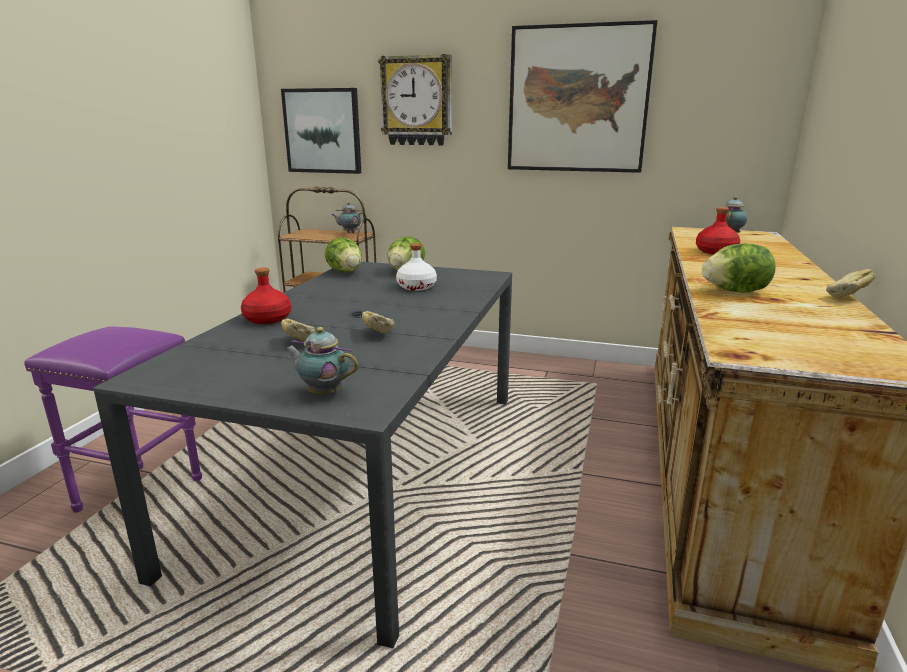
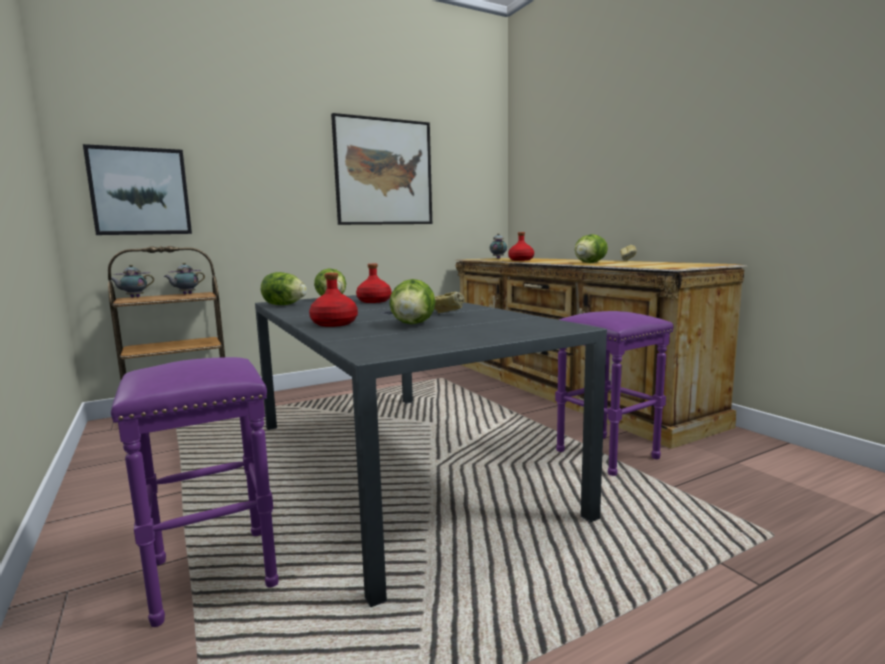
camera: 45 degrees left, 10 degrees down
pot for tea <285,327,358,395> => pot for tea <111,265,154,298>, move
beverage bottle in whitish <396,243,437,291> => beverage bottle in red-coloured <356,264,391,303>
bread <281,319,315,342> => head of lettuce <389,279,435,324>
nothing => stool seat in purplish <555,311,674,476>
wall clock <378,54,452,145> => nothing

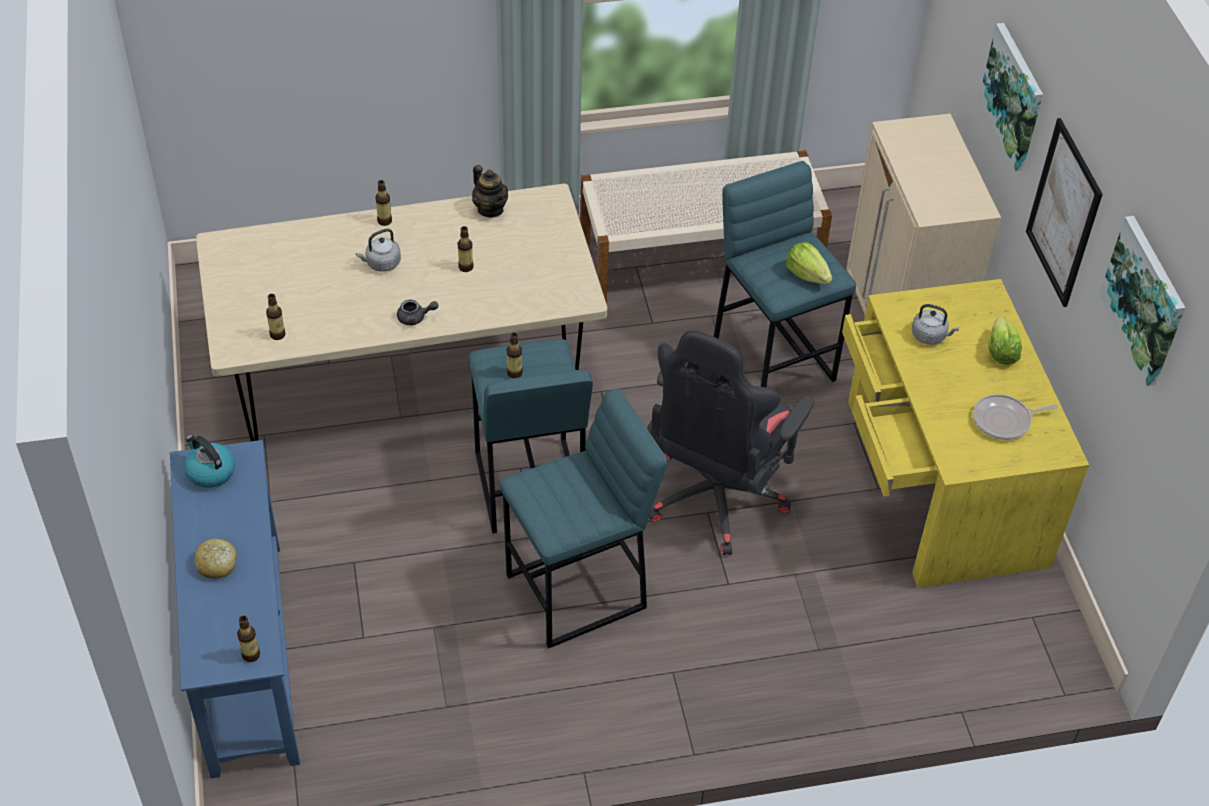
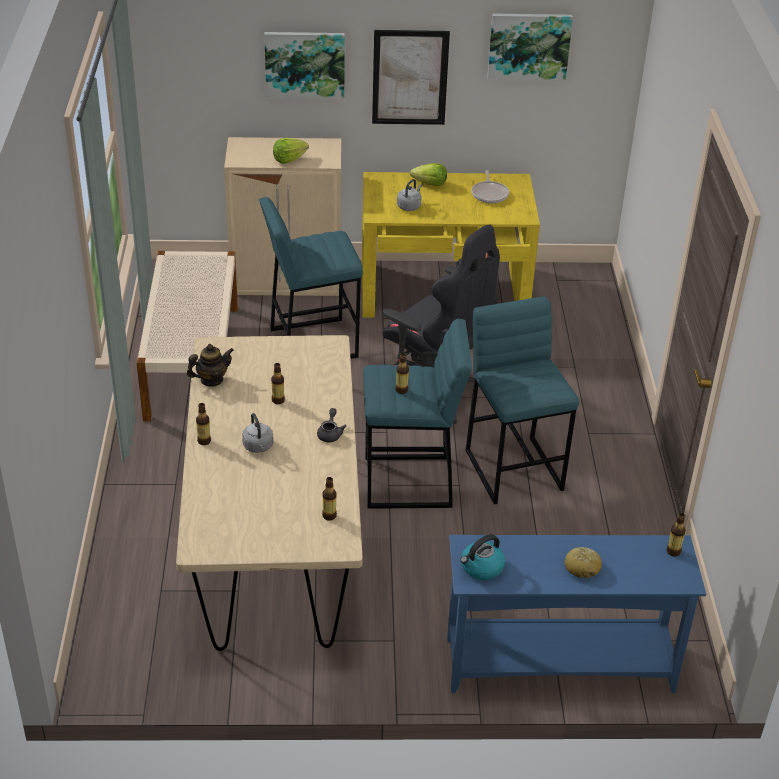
camera: 80 degrees left, 10 degrees down
head of lettuce <786,242,832,284> => head of lettuce <273,138,309,164>, move

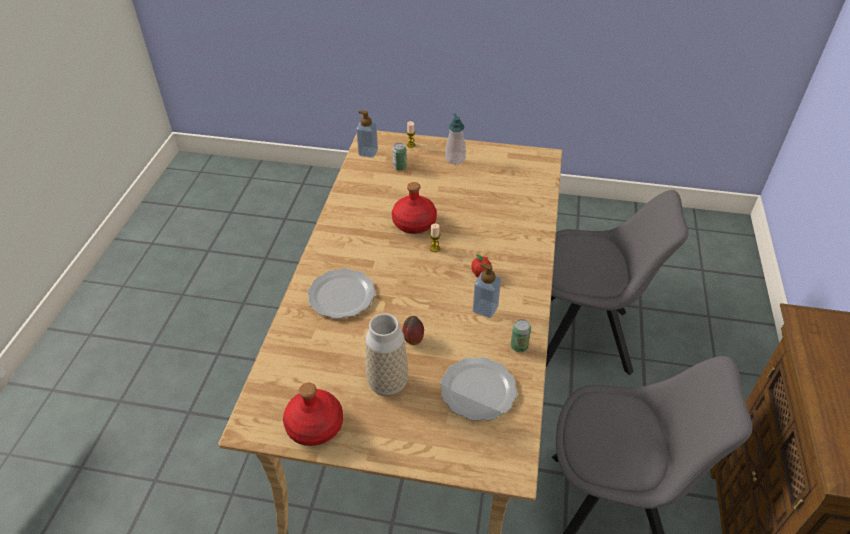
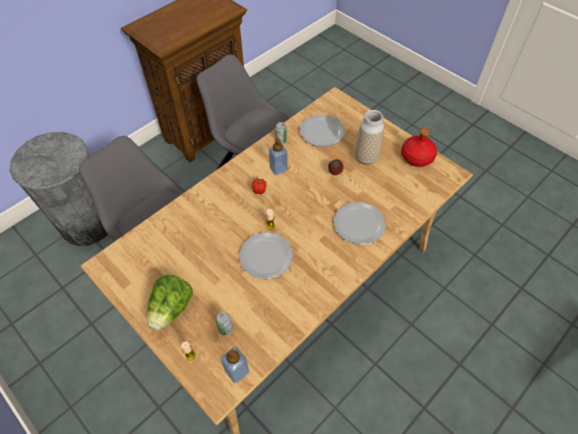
camera: 145 degrees left, 10 degrees up
nothing => trash can in greyish <9,132,108,246>
soap dispenser <445,114,466,164> => head of lettuce <147,275,193,330>
beverage bottle in red-coloured <392,182,437,234> => dinner plate <239,232,293,279>

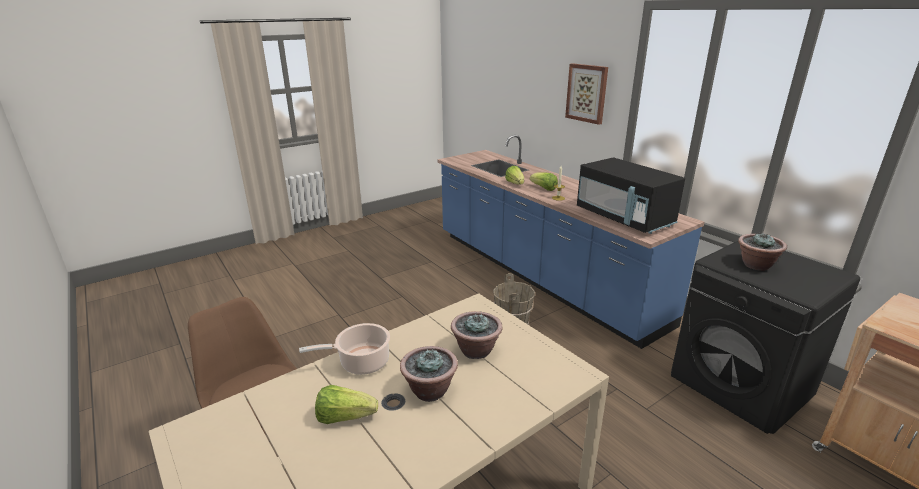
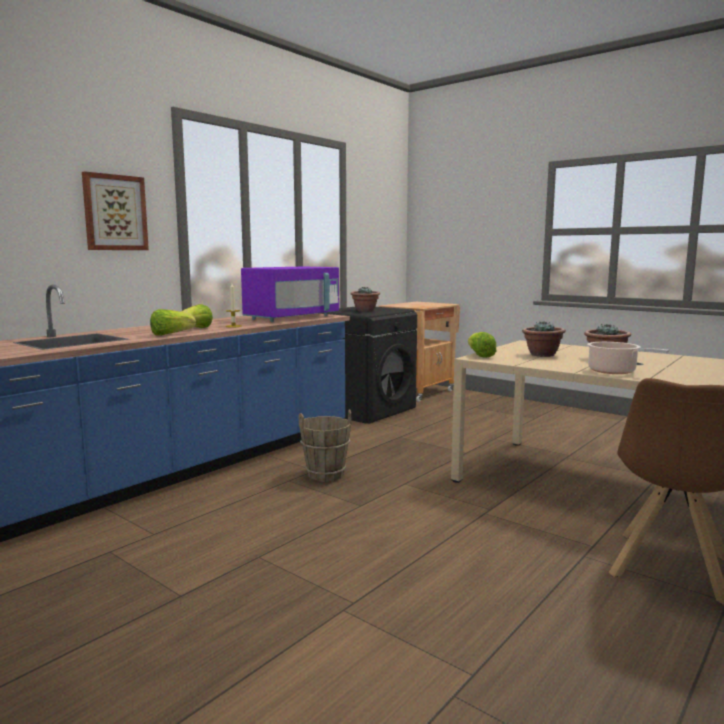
camera: 105 degrees left, 15 degrees down
microwave in black <577,157,685,234> => microwave in purplish <241,267,339,322>
head of lettuce <315,385,378,424> => head of lettuce <468,332,496,358>, move

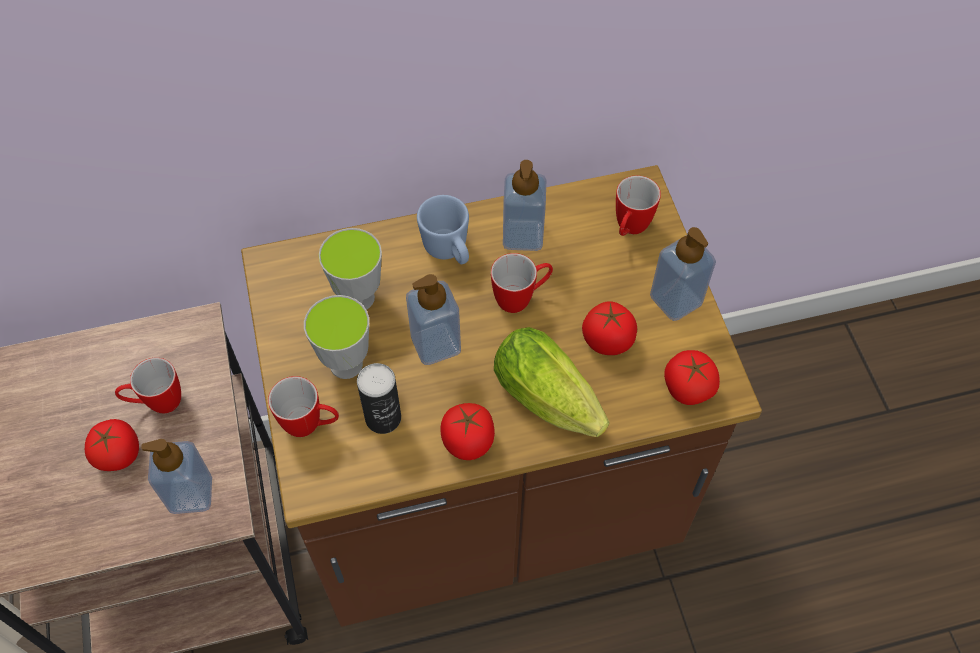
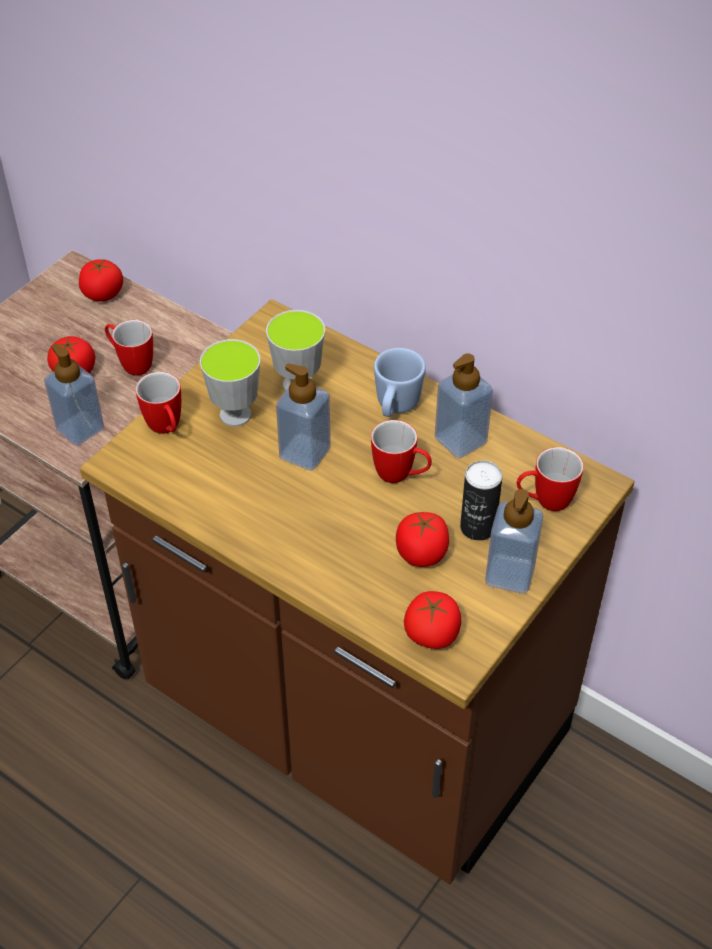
camera: 50 degrees right, 10 degrees down
fresh tomato <440,403,495,460> => fresh tomato <79,259,123,301>, move
metal can <357,363,401,434> => metal can <460,460,503,541>, move
head of lettuce <494,327,610,437> => nothing

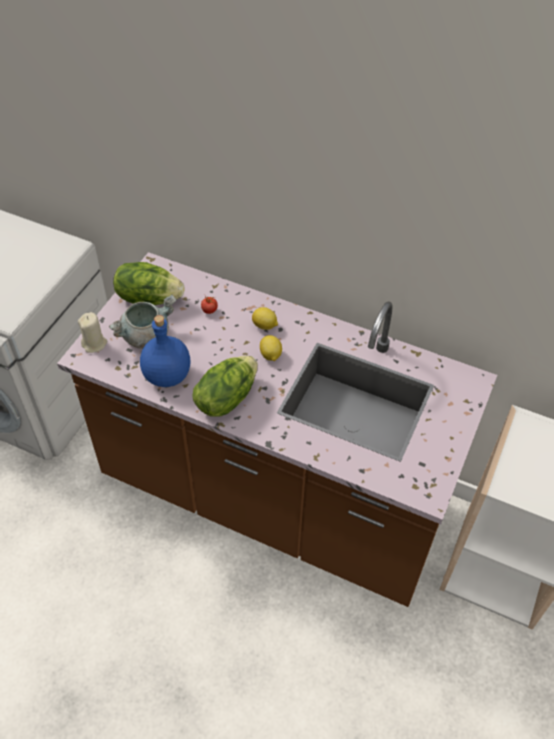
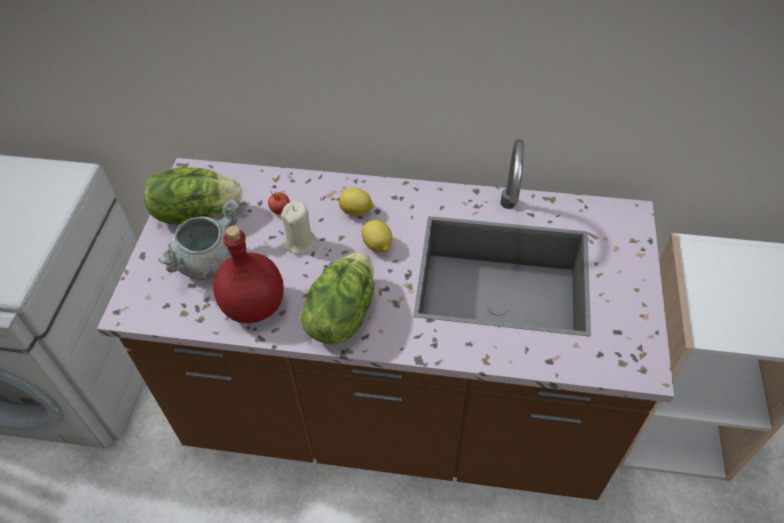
camera: 15 degrees left, 0 degrees up
beverage bottle in blue-coloured <140,315,190,387> => beverage bottle in red-coloured <213,225,284,323>
wax candle in beige <78,312,107,353> => wax candle in beige <281,200,315,255>, move

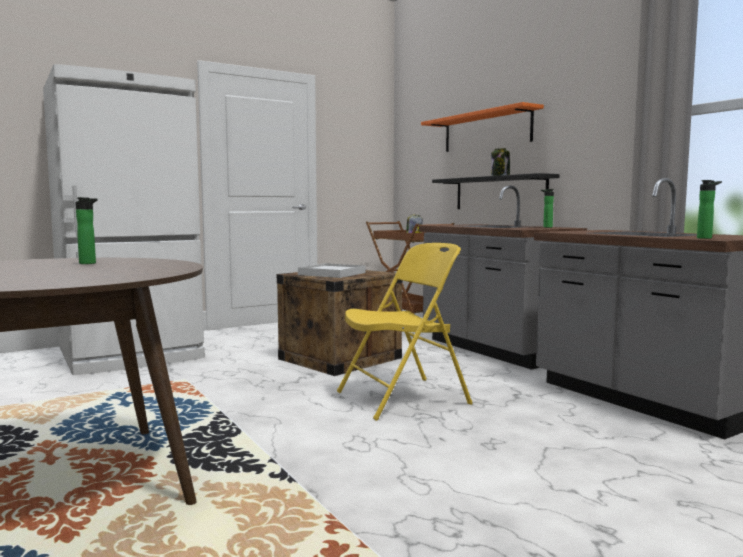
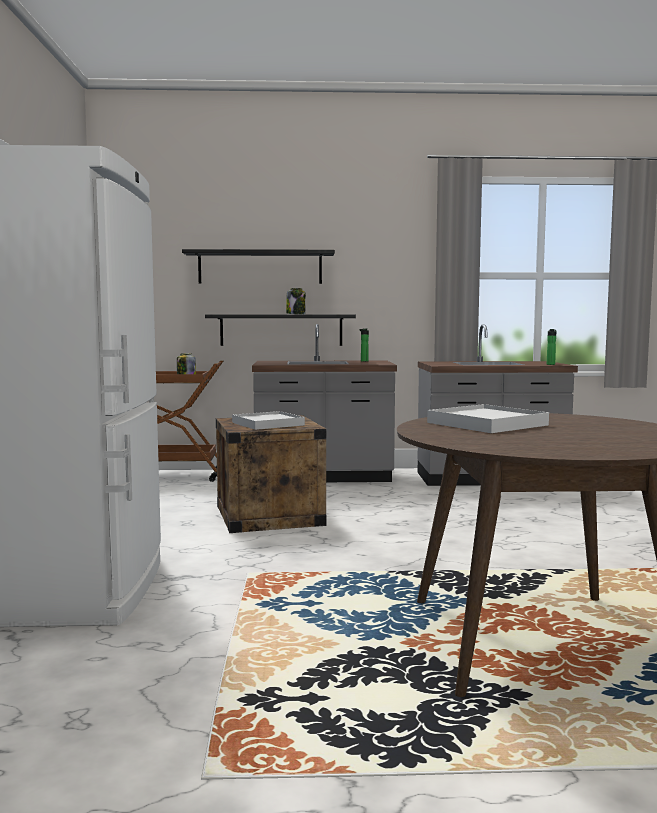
camera: 60 degrees left, 0 degrees up
shelf in orangey <421,102,544,152> => shelf in black <182,249,335,284>
beverage bottle <75,197,98,264> => serving tray in whitish <427,404,549,433>
chair in yellow <337,243,472,421> => nothing

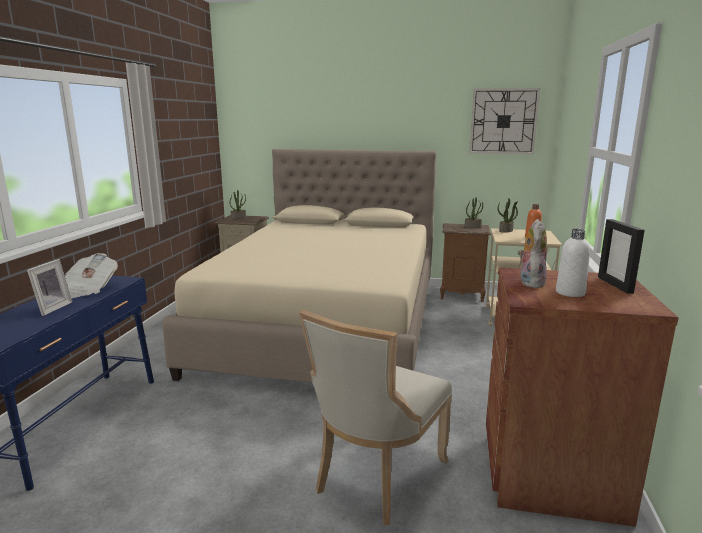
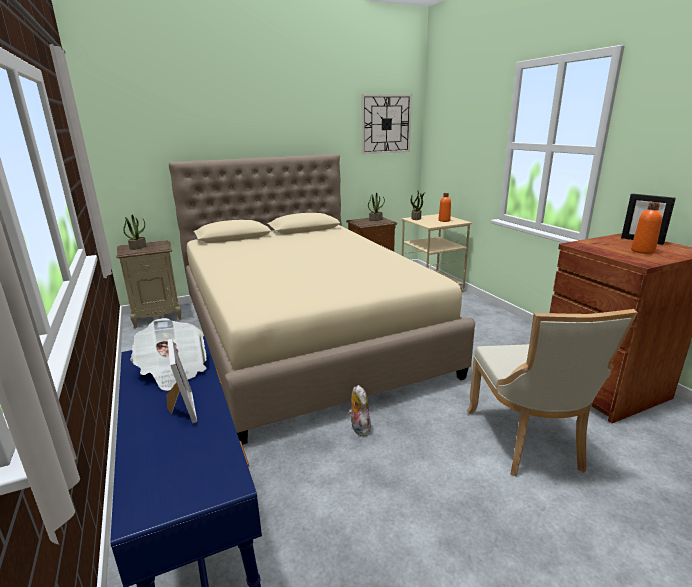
camera: 35 degrees left, 5 degrees up
cuddly toy <518,219,547,288> => cuddly toy <348,385,373,436>, move
beverage bottle in whitish <556,229,590,297> => beverage bottle in orangey <631,202,662,254>

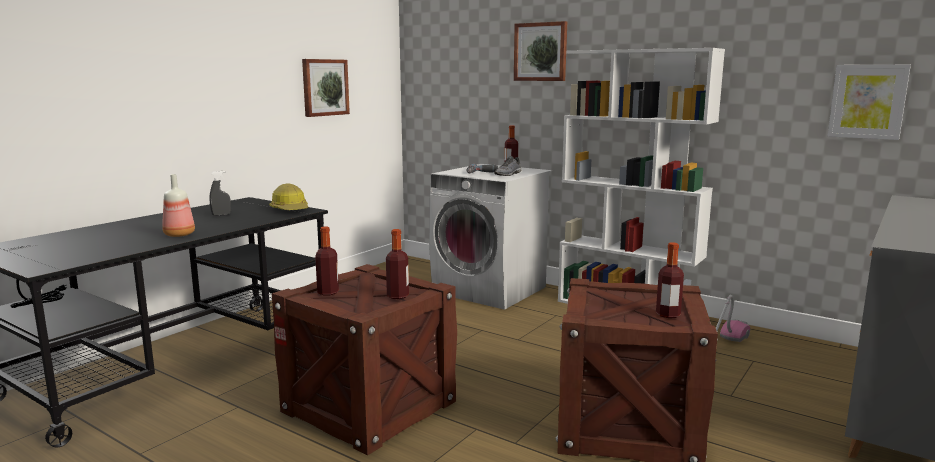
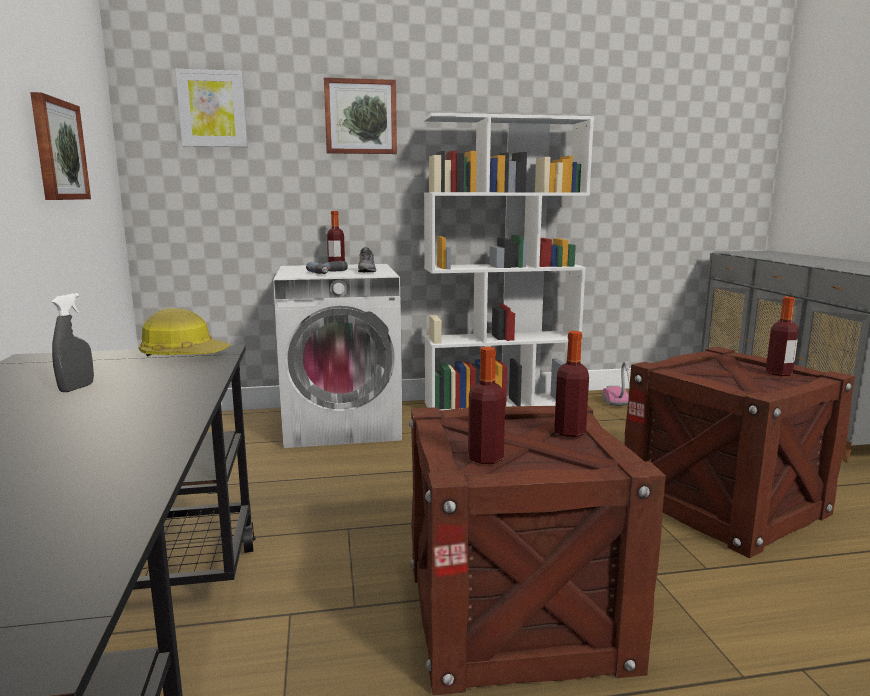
camera: 45 degrees left, 0 degrees up
picture <828,65,911,140> => picture <175,69,248,147>, move
beverage bottle <162,174,195,237> => nothing

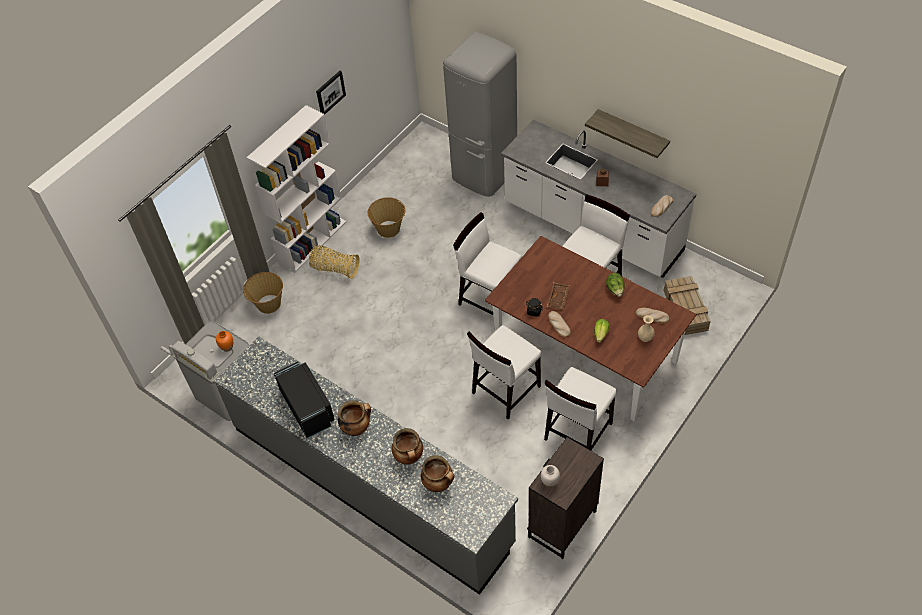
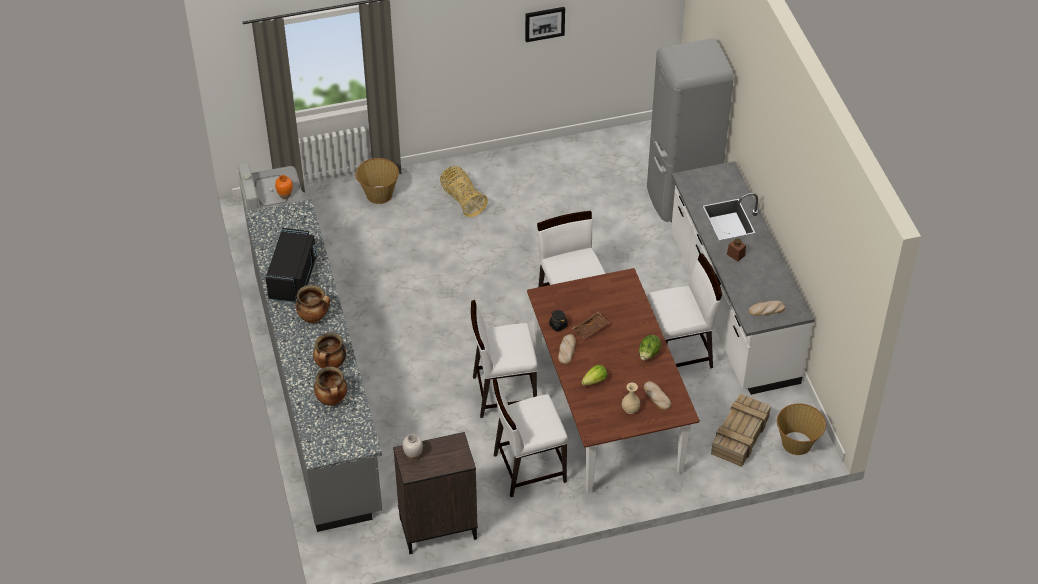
camera: 35 degrees right, 5 degrees down
storage basket <368,197,405,238> => storage basket <777,403,826,455>, move
shelving unit in whitish <247,105,346,273> => nothing
shelf <585,109,670,158> => nothing

